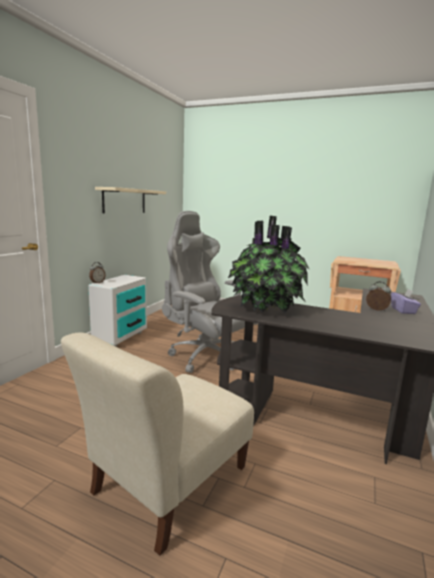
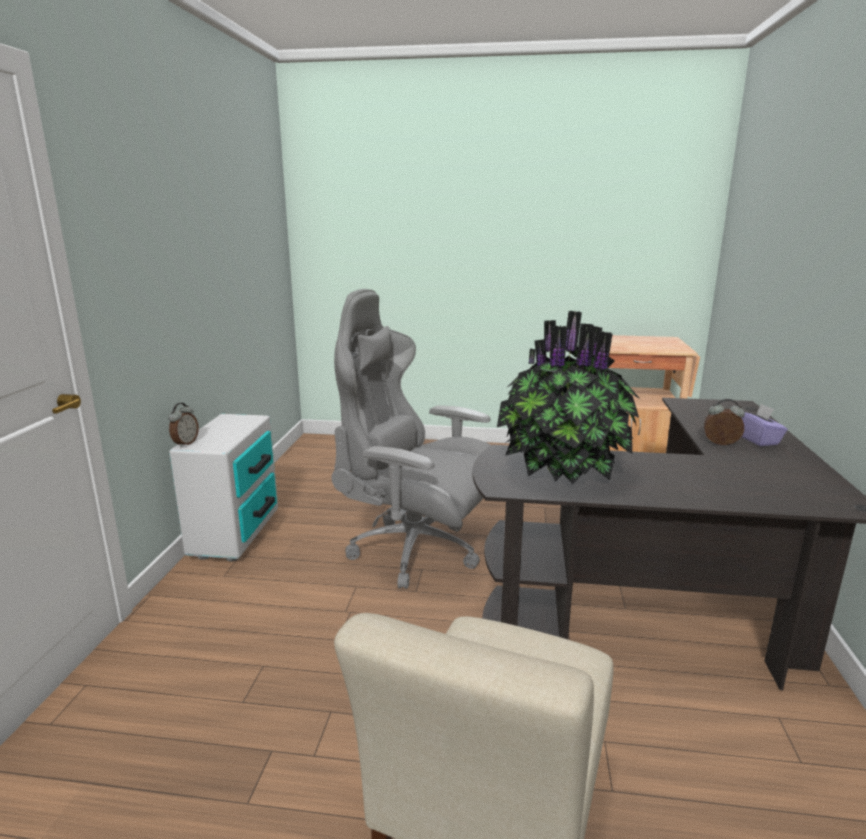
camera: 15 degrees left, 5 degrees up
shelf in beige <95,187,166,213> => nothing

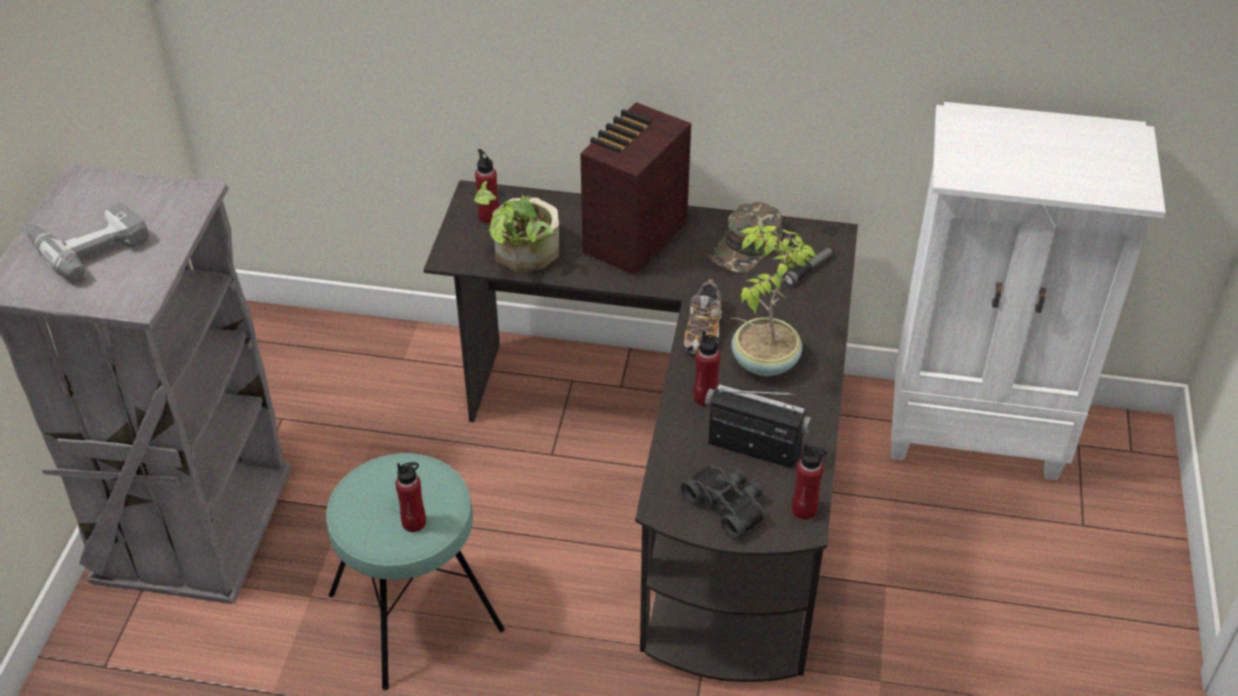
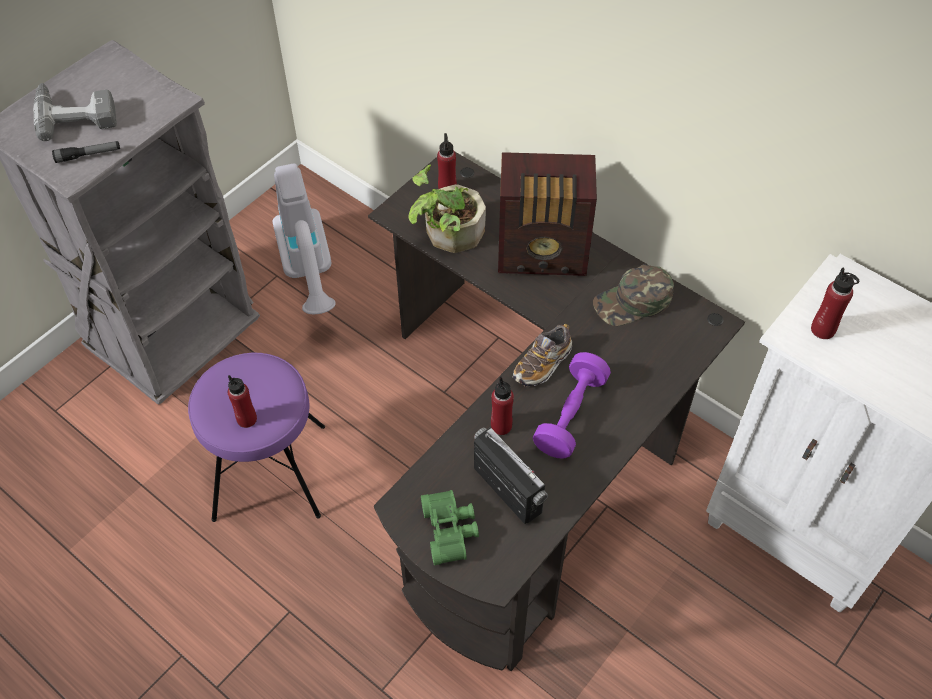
camera: 30 degrees right, 10 degrees up
flashlight <783,247,834,286> => flashlight <52,141,120,163>, move
stool seat in turquoise-coloured <326,453,505,690> => stool seat in purplish <188,352,325,522>
nothing => hoover <273,163,336,314>
field glasses in black <680,465,765,540> => field glasses in greenish <421,490,479,565>
radio set <580,102,691,276> => radio set <498,152,597,276>, 150 degrees counterclockwise
houseplant <731,225,818,376> => dumbbell in purplish <533,352,611,459>
beverage bottle in red-coloured <792,444,827,520> => beverage bottle in red-coloured <811,268,859,339>, move

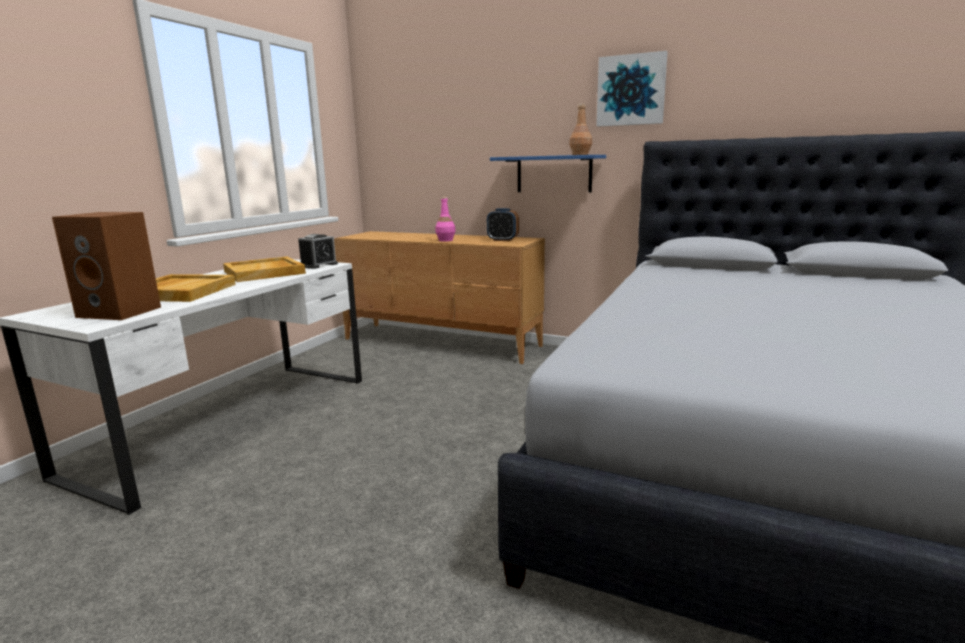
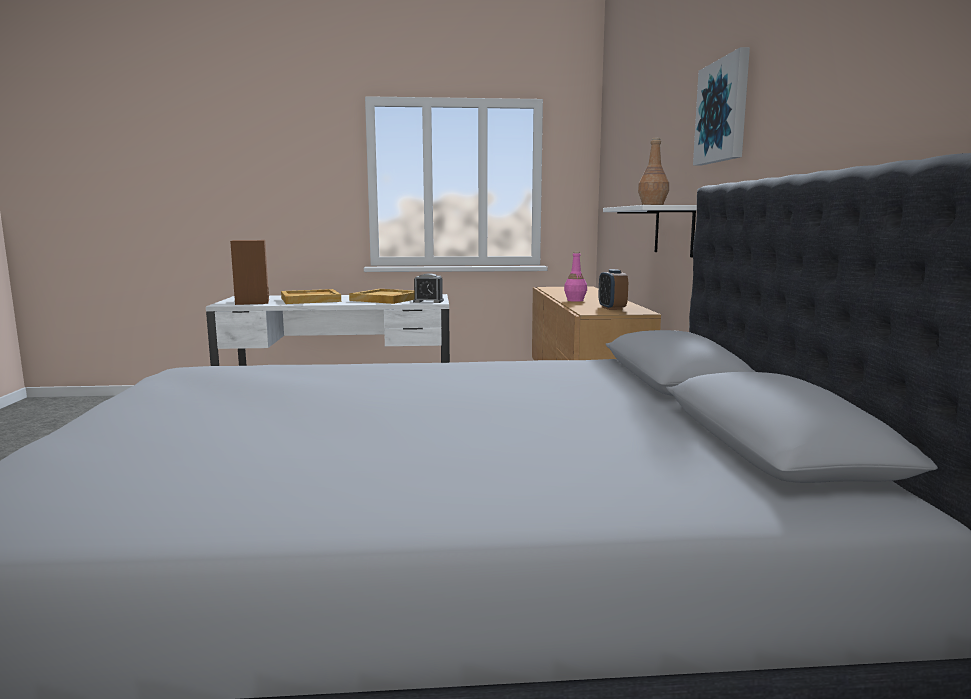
camera: 60 degrees right, 5 degrees down
shelf in blue-coloured <490,155,606,192> => shelf in whitish <603,205,697,257>

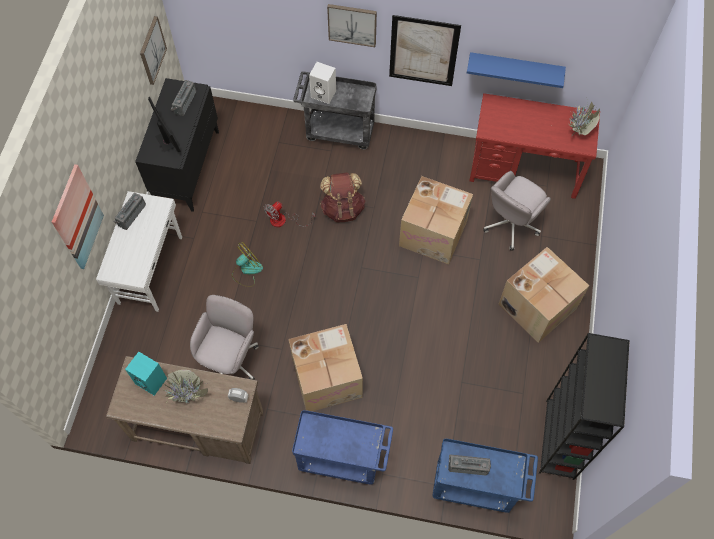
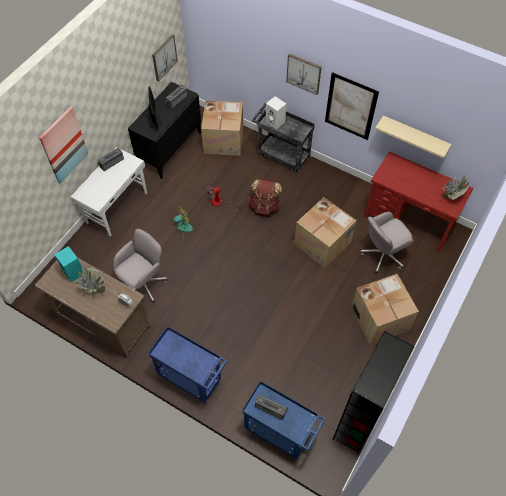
camera: 20 degrees right, 5 degrees down
cardboard box <289,324,363,411> => cardboard box <201,100,243,156>, move
shelf in blue-coloured <467,52,566,88> => shelf in beige <375,115,452,159>

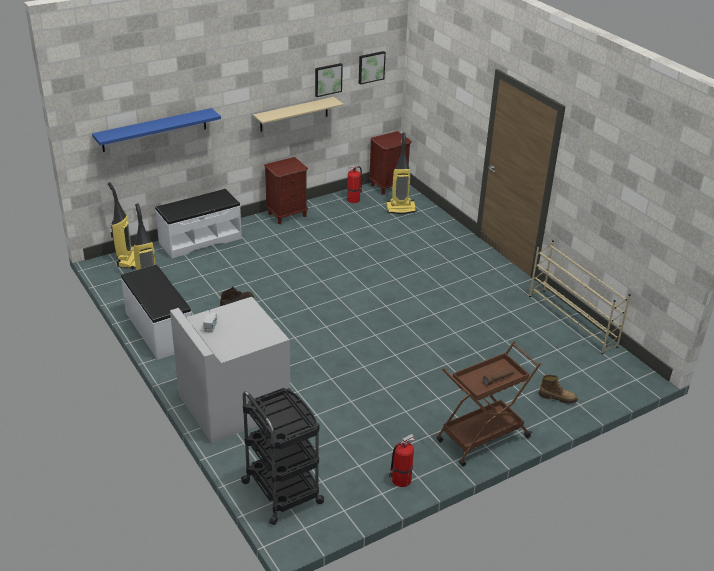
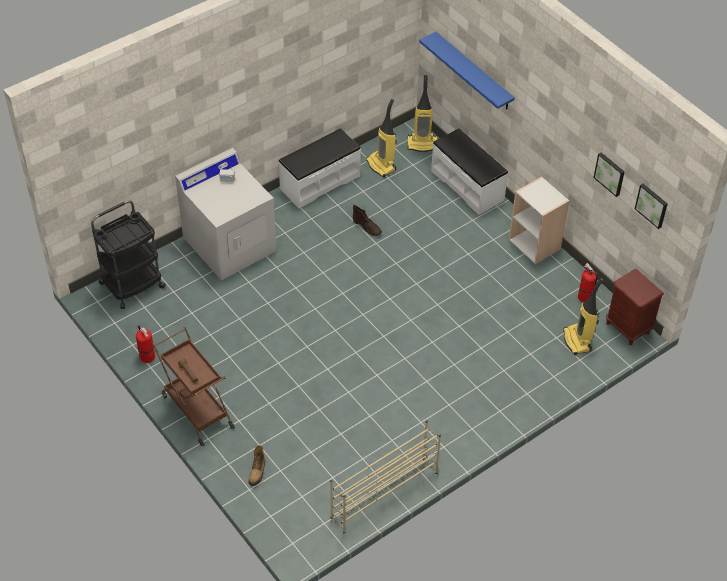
camera: 85 degrees right, 15 degrees up
bedside table in brownish <264,157,308,224> => shelving unit in whitish <509,177,569,264>
shelf in beige <253,97,344,132> => nothing

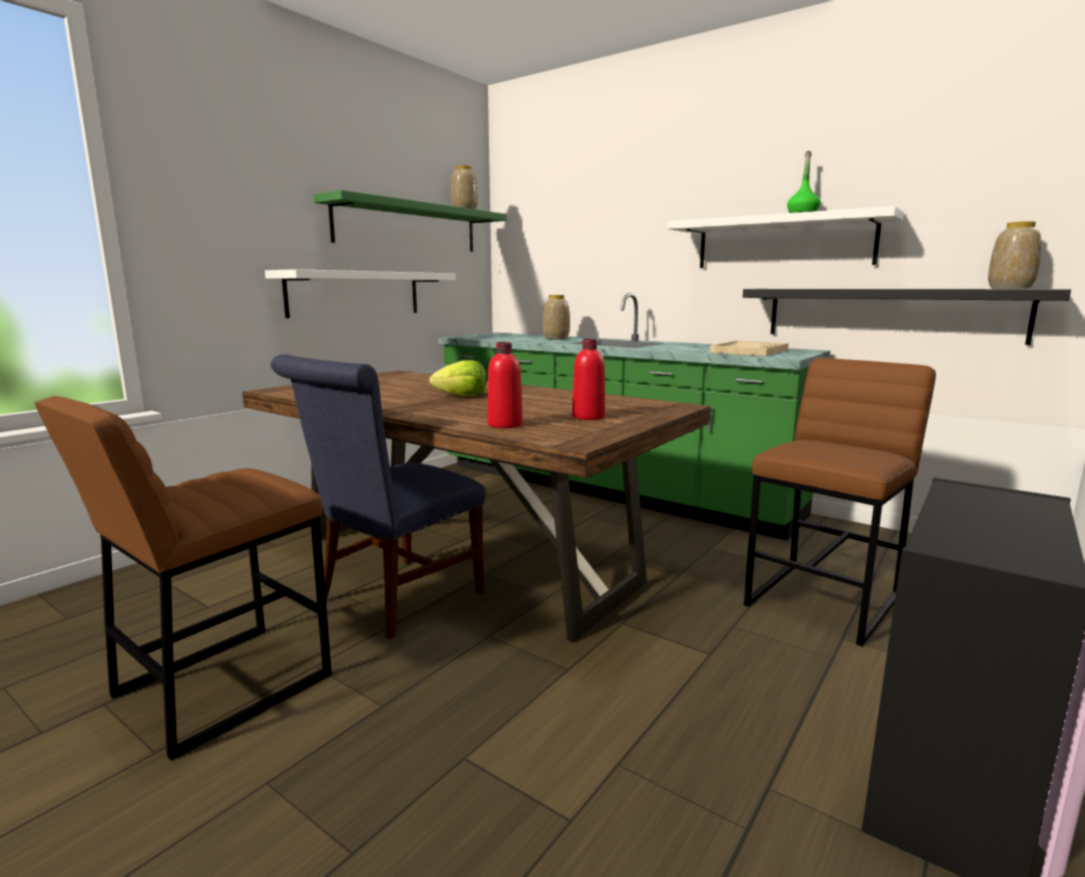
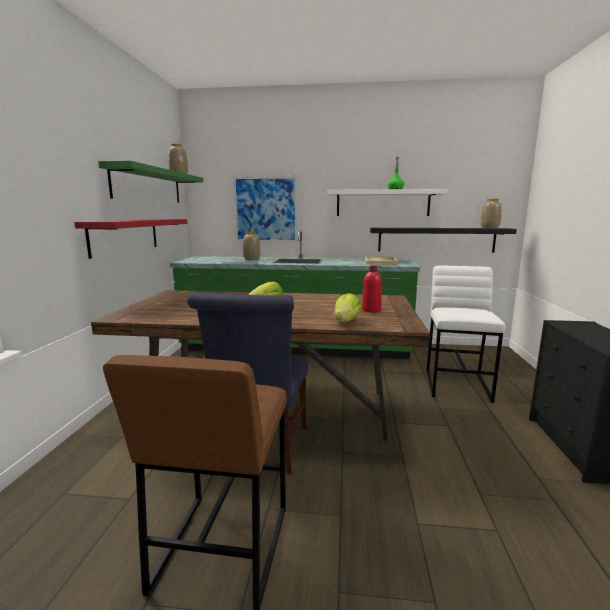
camera: 30 degrees left, 0 degrees up
shelf in whitish <265,269,456,318> => shelf in red-coloured <74,219,187,259>
nothing => picture <233,176,298,243>
beverage bottle in red-coloured <487,342,523,428> => head of lettuce <334,293,362,322>
stool seat in brownish <744,358,936,647> => stool seat in whitish <426,266,505,403>

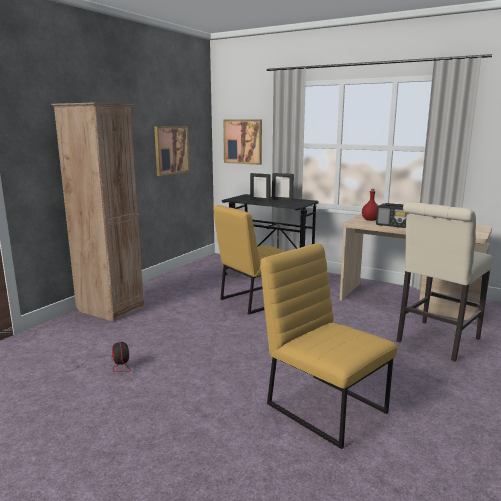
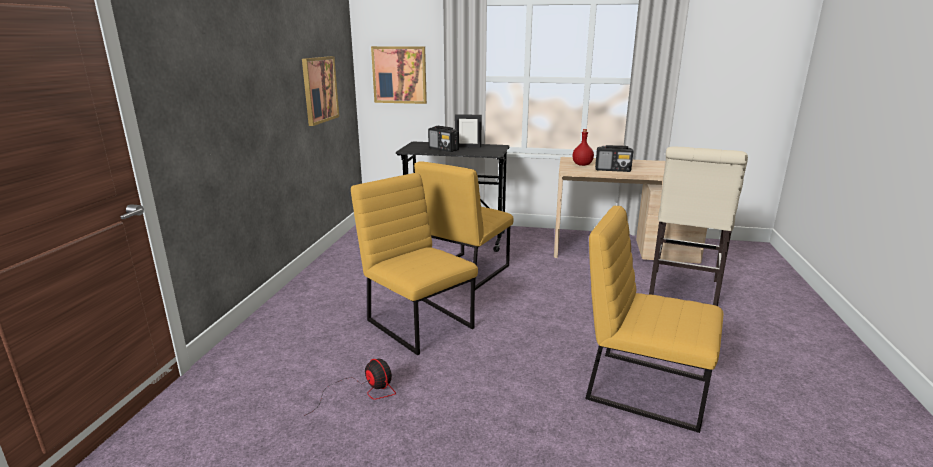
camera: 20 degrees left, 5 degrees up
nothing => chair in yellow <351,173,478,355>
standing frame <250,173,271,202> => radio set <428,126,459,152>
cabinet in brownish <51,103,144,322> => nothing

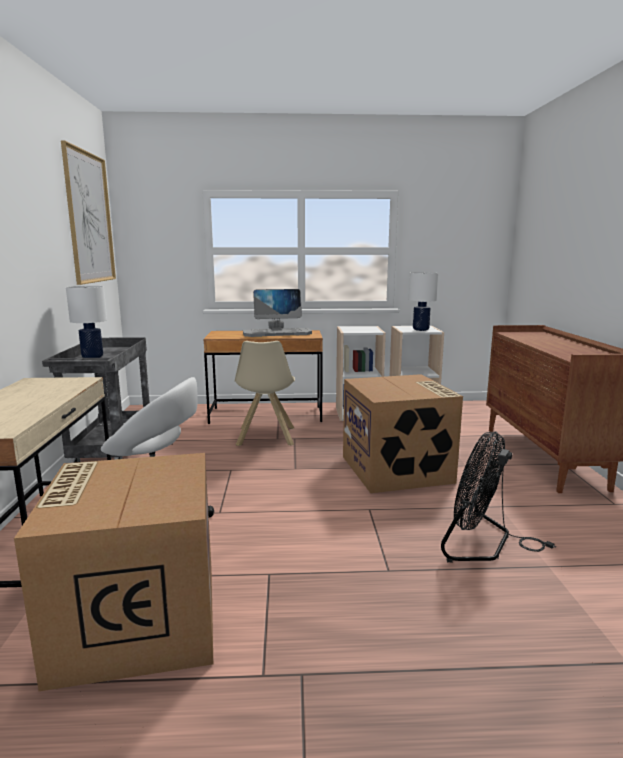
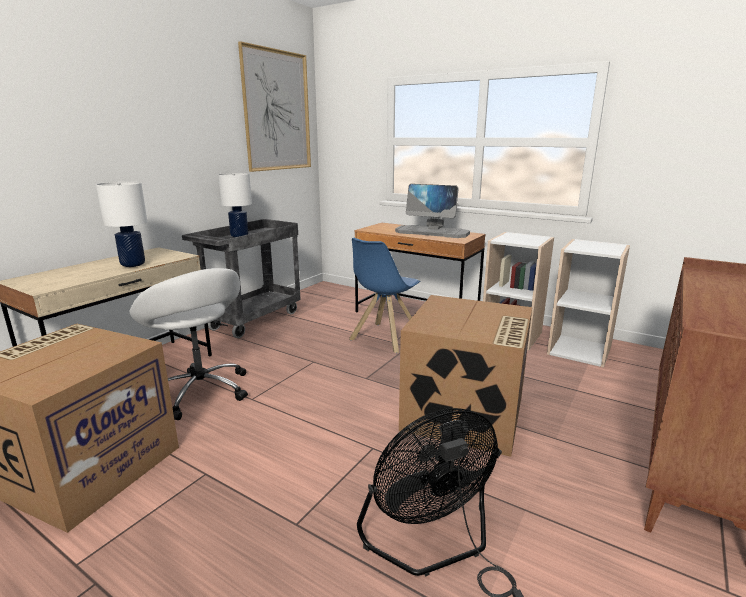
camera: 35 degrees right, 5 degrees up
table lamp in whitish <409,272,438,331> => table lamp in whitish <96,182,148,267>, move
chair in beige <234,341,295,446> => chair in blue-coloured <349,238,420,353>

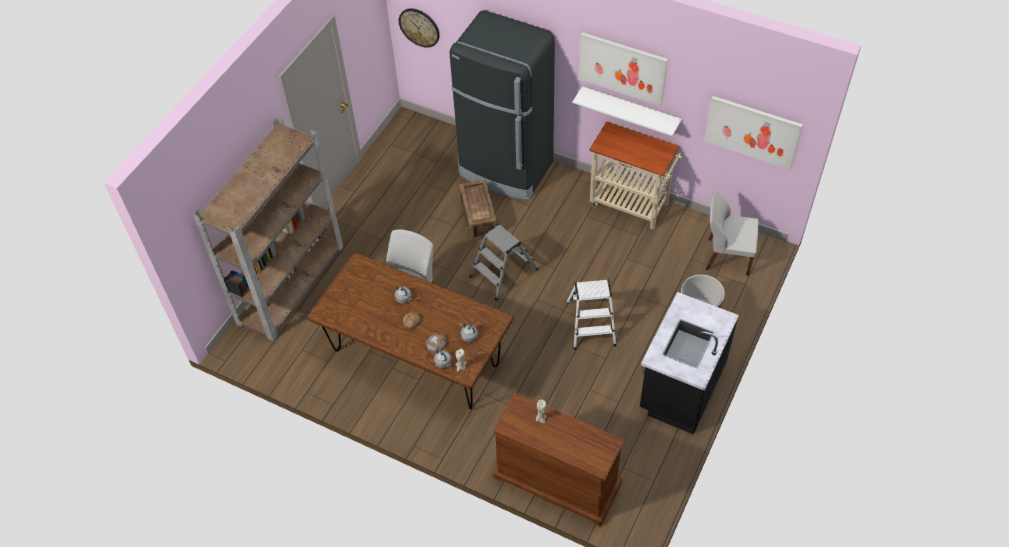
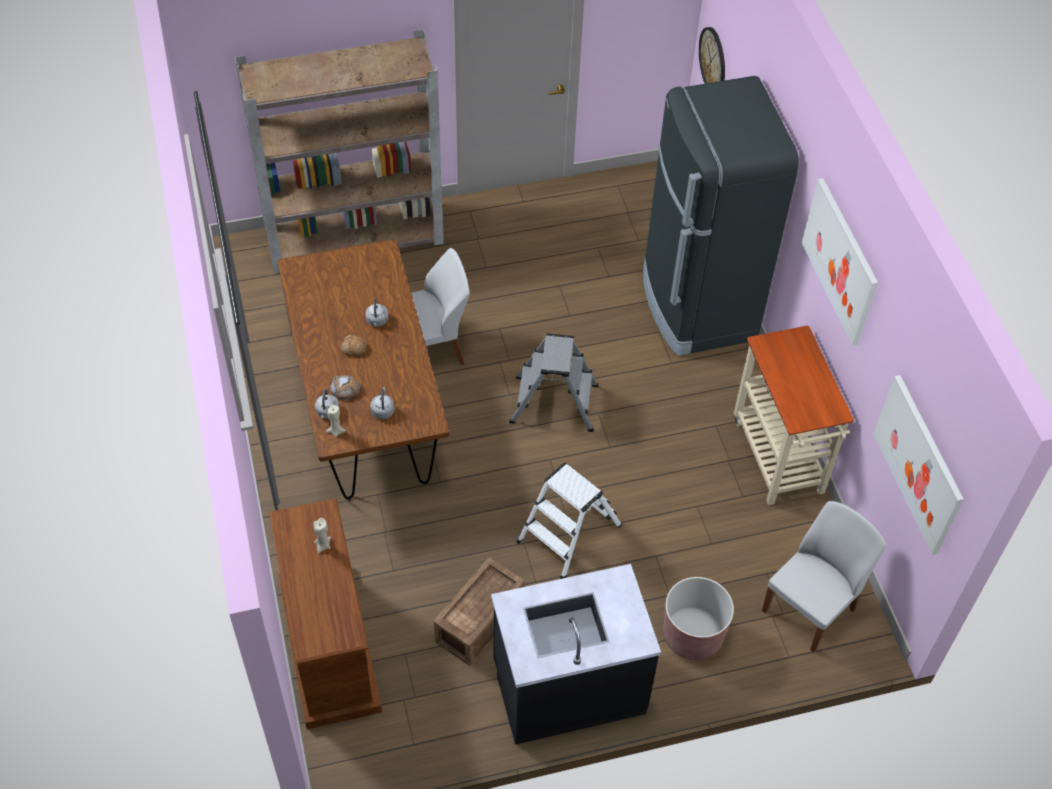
camera: 45 degrees right, 0 degrees up
crate <460,180,497,241> => crate <434,557,525,666>, move
chair in whitish <705,188,759,276> => chair in whitish <762,501,886,653>, 75 degrees clockwise
shelf in whitish <573,86,682,136> => nothing

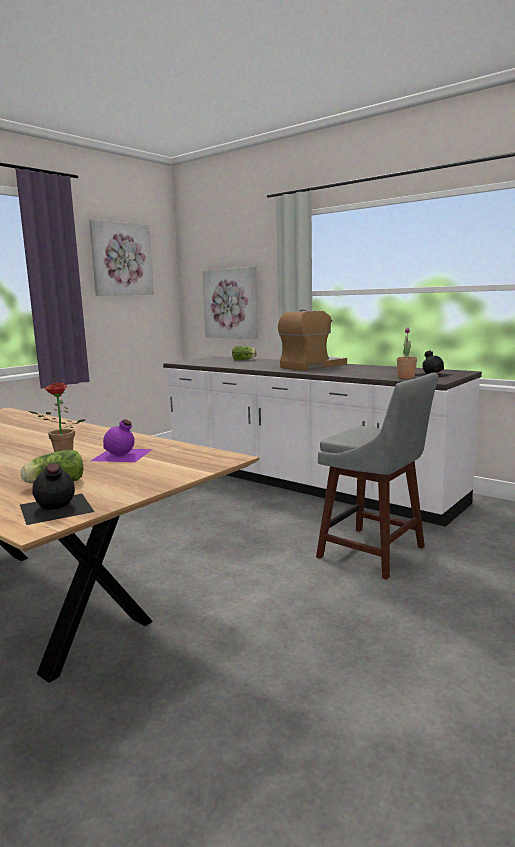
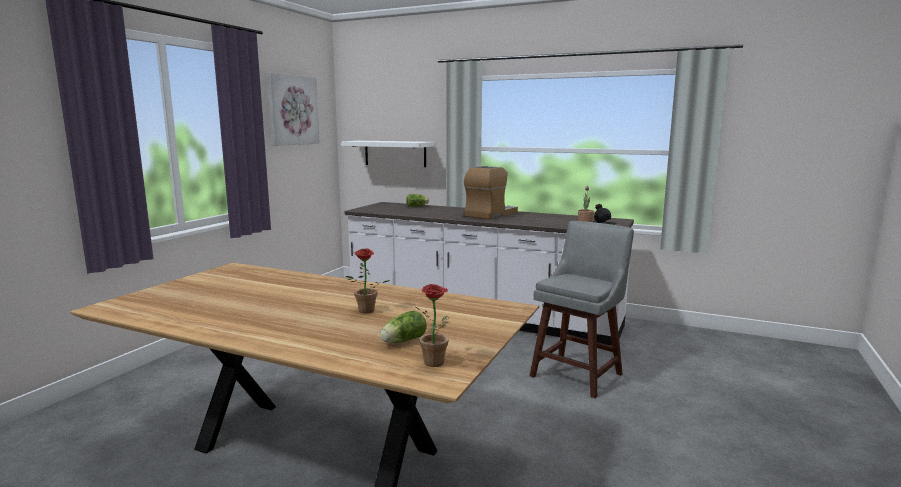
camera: 15 degrees left, 0 degrees up
picture <202,267,258,339> => shelf in whitish <341,141,435,167>
beverage bottle in black <20,463,94,525> => houseplant <416,284,451,367>
chair in greyish <316,372,438,580> => chair in greyish <530,221,634,399>, 75 degrees counterclockwise
beverage bottle in purplish <91,419,153,462> => nothing

